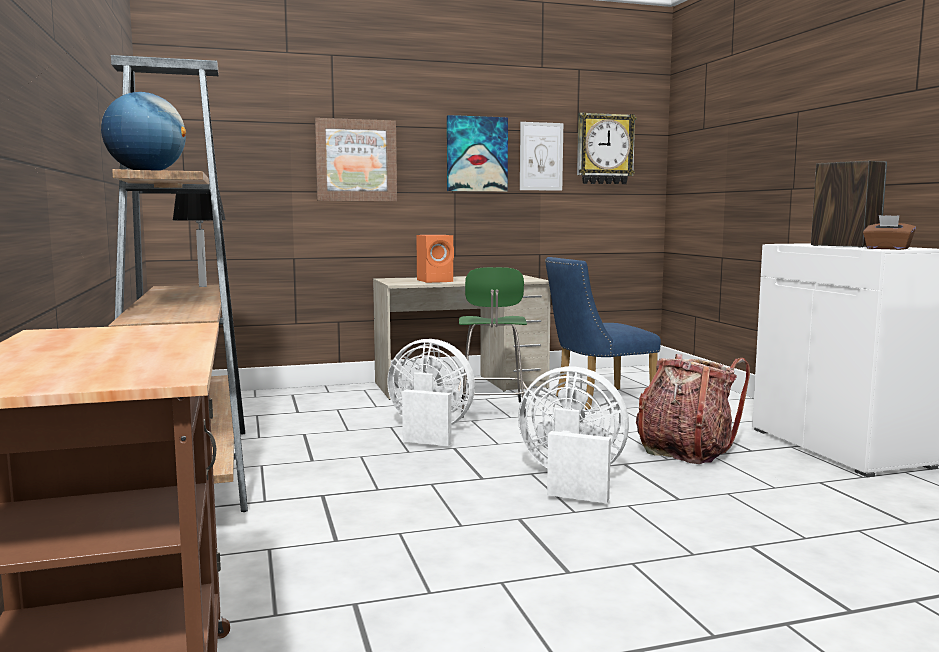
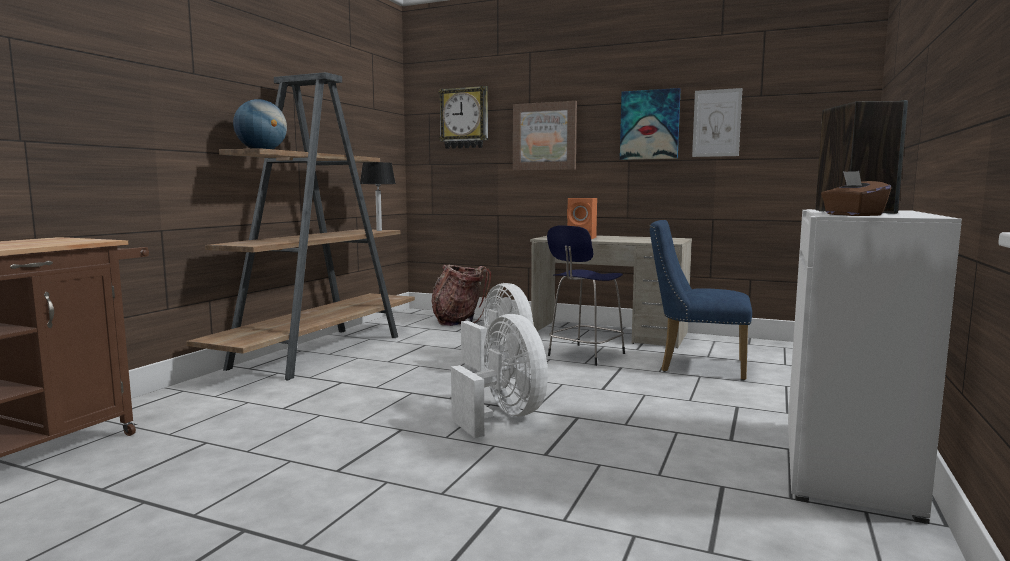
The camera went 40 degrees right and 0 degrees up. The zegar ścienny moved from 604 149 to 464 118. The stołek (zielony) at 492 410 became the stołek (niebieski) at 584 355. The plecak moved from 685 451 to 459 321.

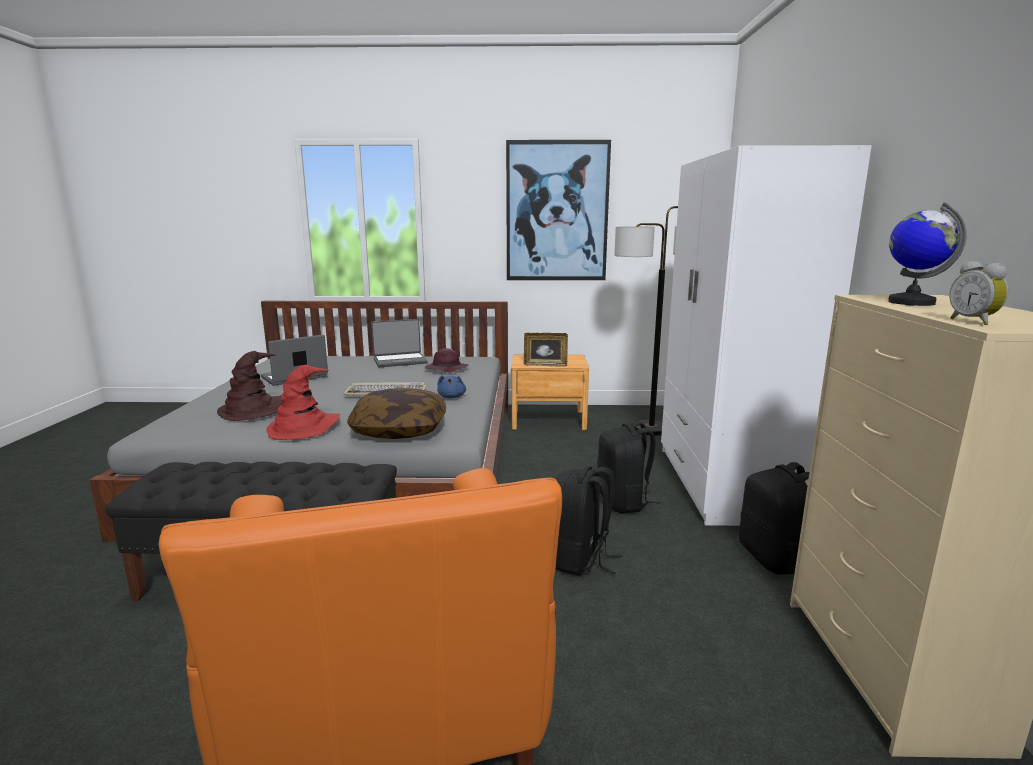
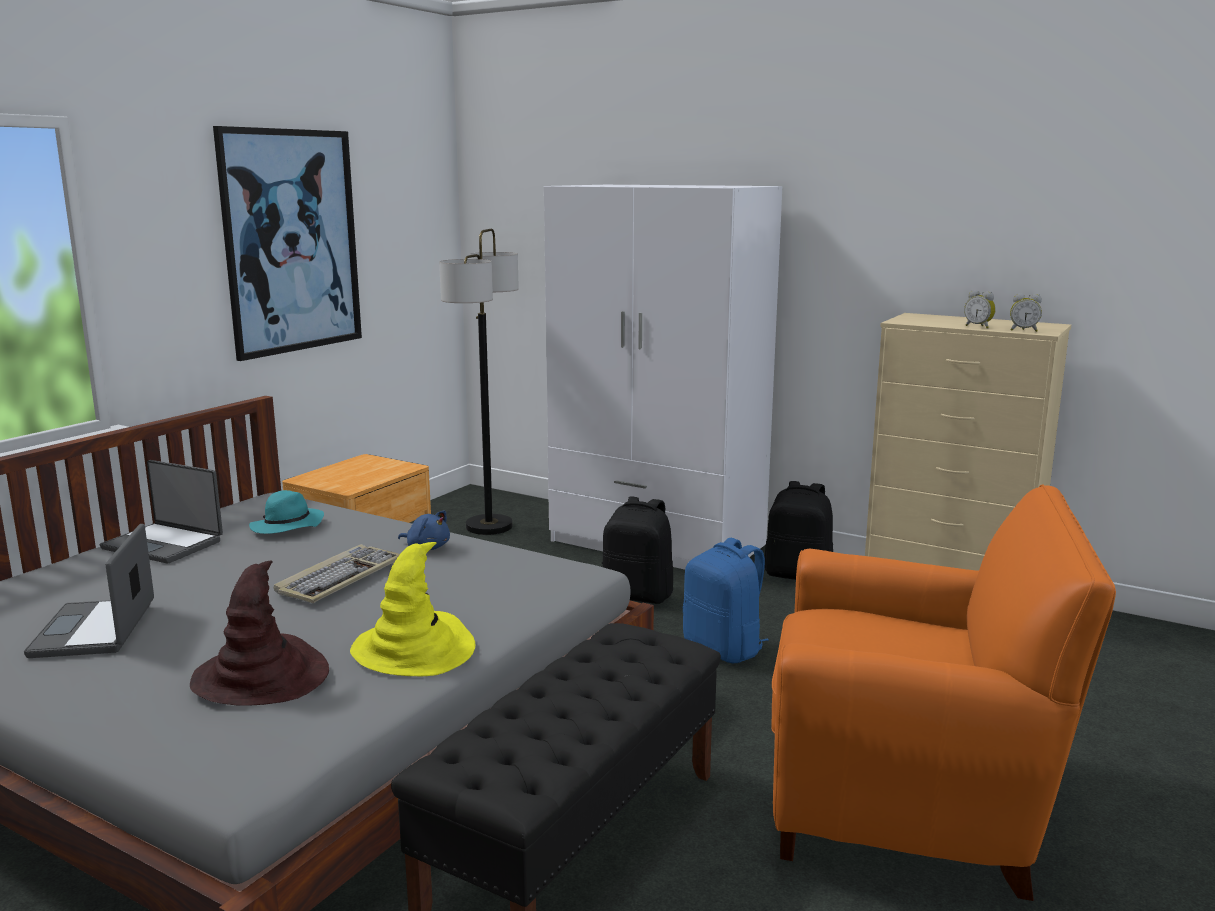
The camera went 60 degrees left and 0 degrees up. The globus at 911 302 disappeared. The laptop at 400 361 turned 105 degrees clockwise. The ramka na zdjęcie at 545 365 disappeared. The kapelusz (fioletowy) at 445 369 became the kapelusz (turkusowy) at 287 527. The kapelusz (czerwony) at 303 427 became the kapelusz (żółty) at 415 649. The poduszka at 399 429 disappeared. The plecak (czarny) at 579 559 became the plecak (niebieski) at 724 649. The budzik at 979 327 appeared.

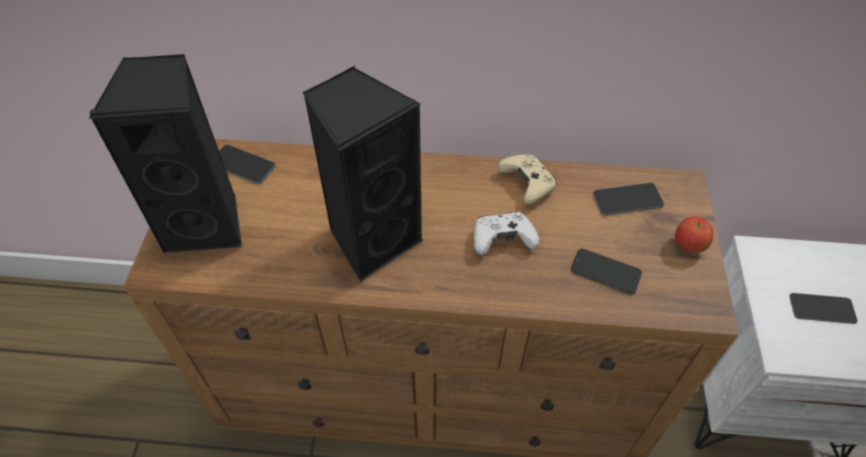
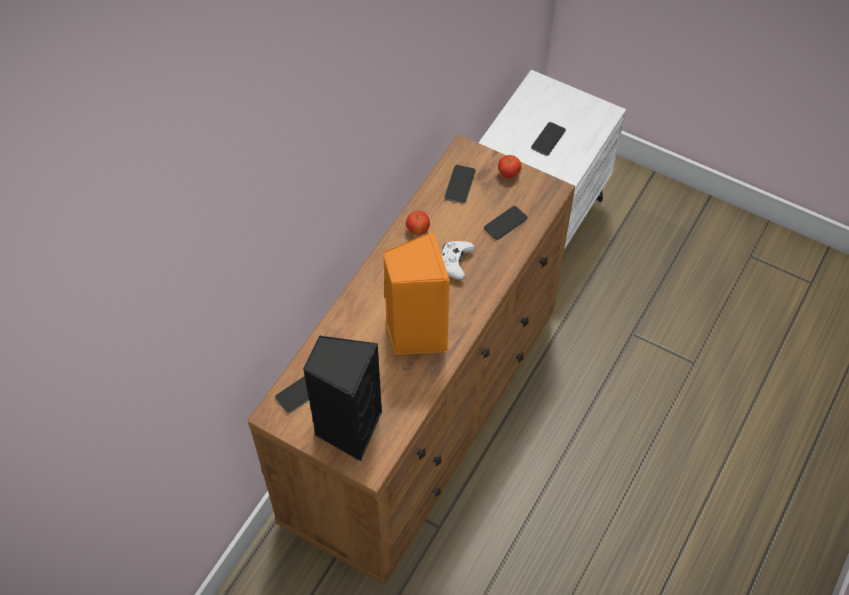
The camera went 65 degrees left and 5 degrees up. The głośnik (czarny) at 372 239 became the głośnik (pomarańczowy) at 416 334. The pad do gier (beżowy) at 527 184 was replaced by the jabłko at 417 230.

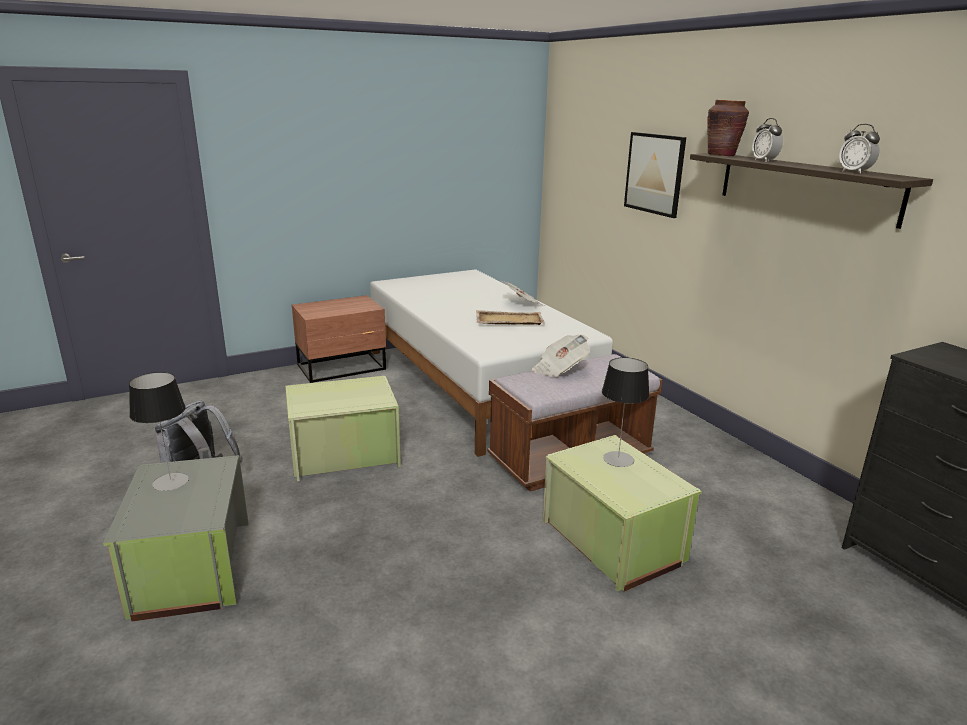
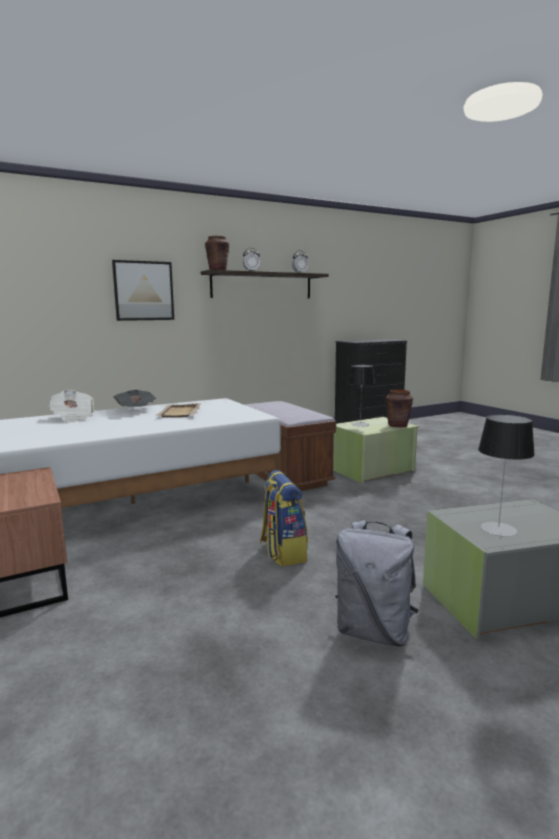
The camera went 90 degrees left and 10 degrees down. The gazeta moved from 559 369 to 73 418. The pojemnik do przechowywania (zielony) at 344 455 was replaced by the plecak at 282 552. The wazon (brązowy) at 398 426 appeared.

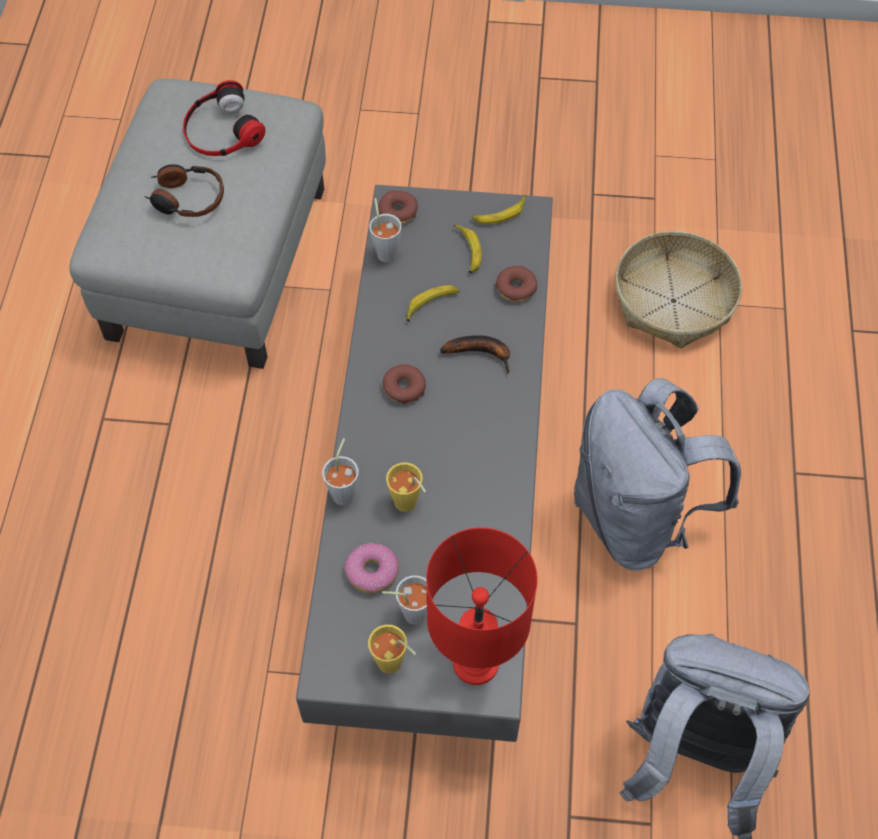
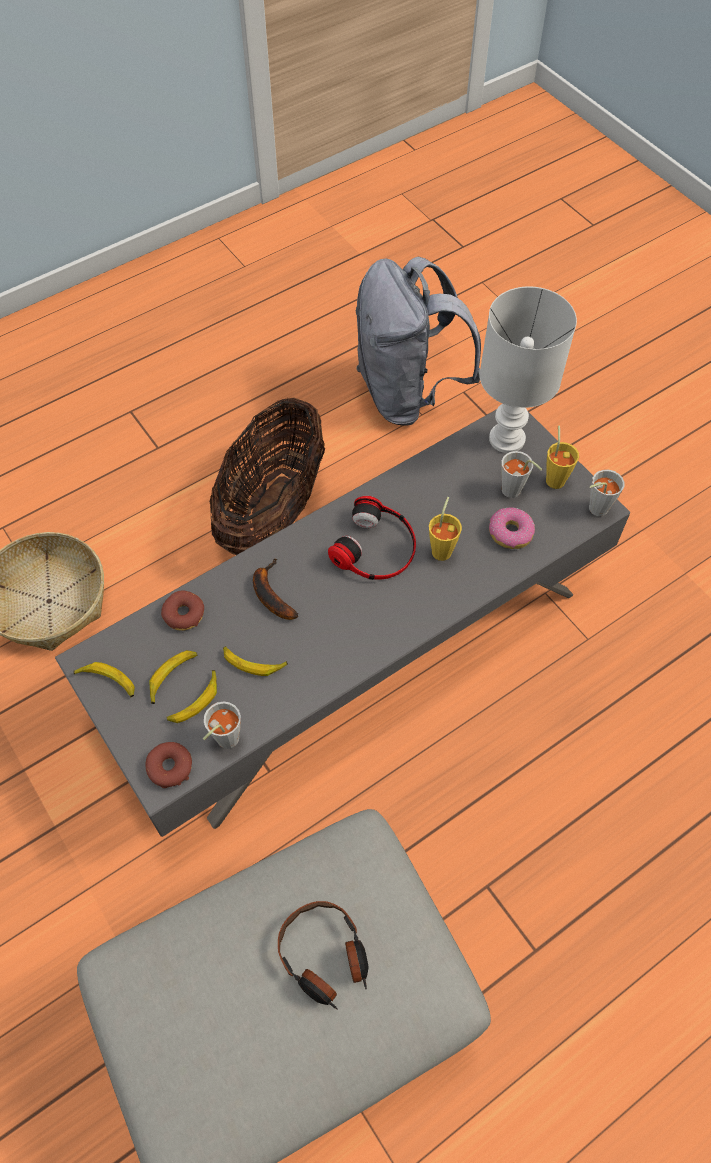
The camera went 130 degrees left and 0 degrees up. The słuchawki moved from 221 130 to 376 547. The donut at 404 388 disappeared. The plecak (szary) at 636 518 was replaced by the koszyk at 273 510. The filiżanka (szary) moved from 345 491 to 594 509. The lampa stołowa (czerwony) at 477 662 became the lampa stołowa (biały) at 505 438. The banan at 195 701 appeared.

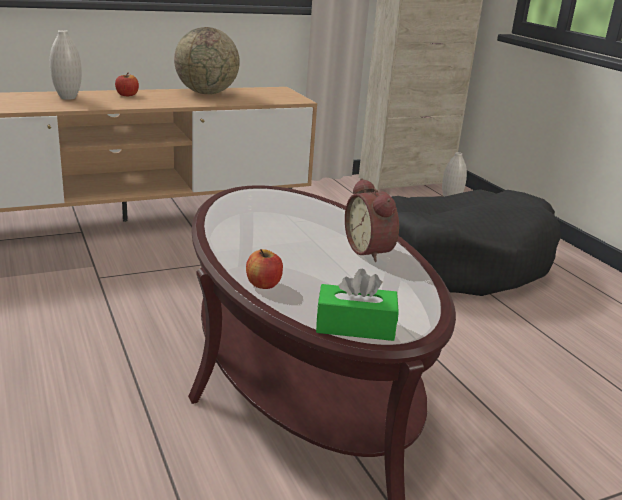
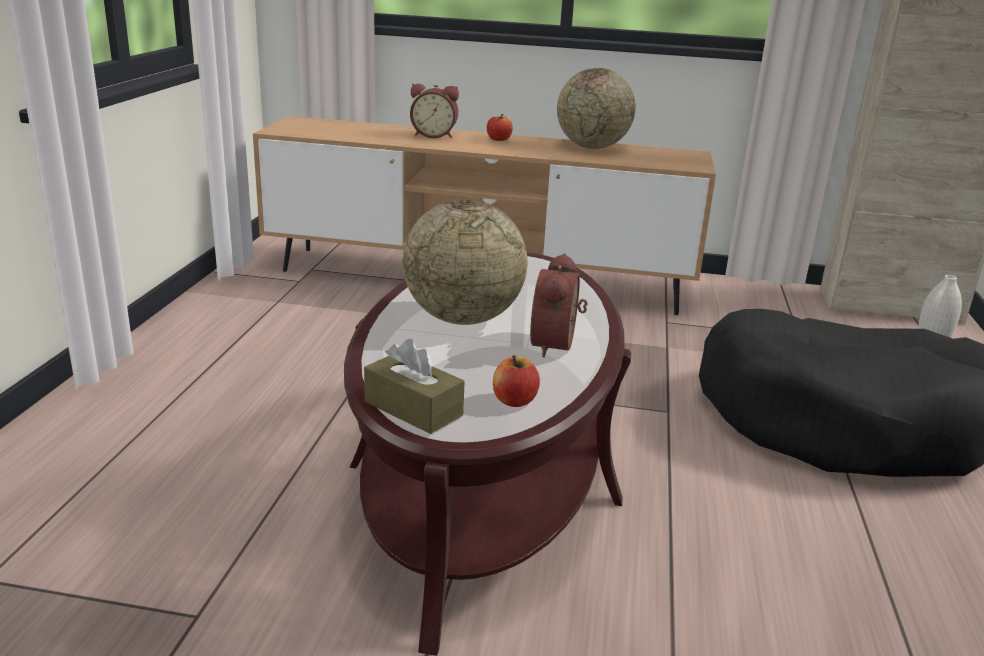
The camera went 35 degrees right and 0 degrees up. The wazon (biały) at 68 98 was replaced by the budzik at 434 135. The jabłko moved from 263 284 to 515 400. The pudełko chusteczek (zielony) at 355 326 became the pudełko chusteczek (brązowy) at 413 408. The globus at 462 318 appeared.

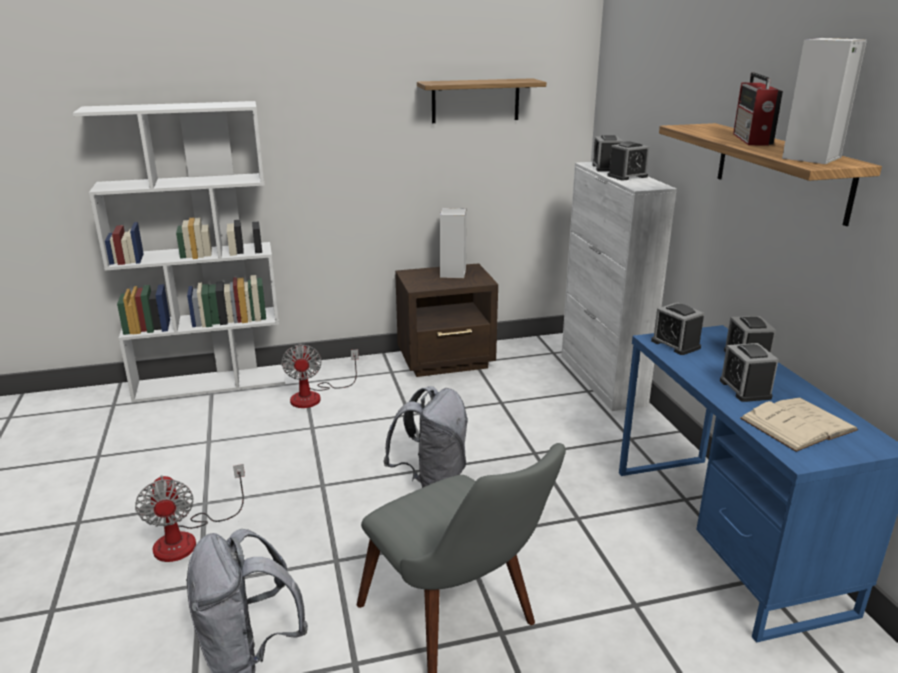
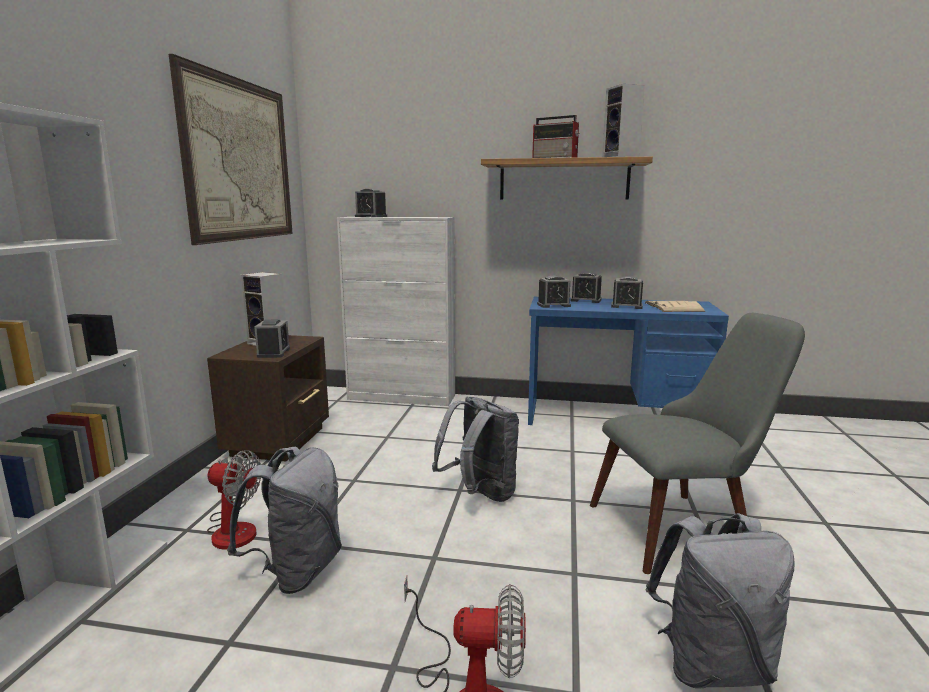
The camera went 65 degrees left and 10 degrees down. The półka at 475 100 was replaced by the obraz at 240 160. The budzik moved from 627 176 to 273 353. The plecak (szary) at 297 571 appeared.

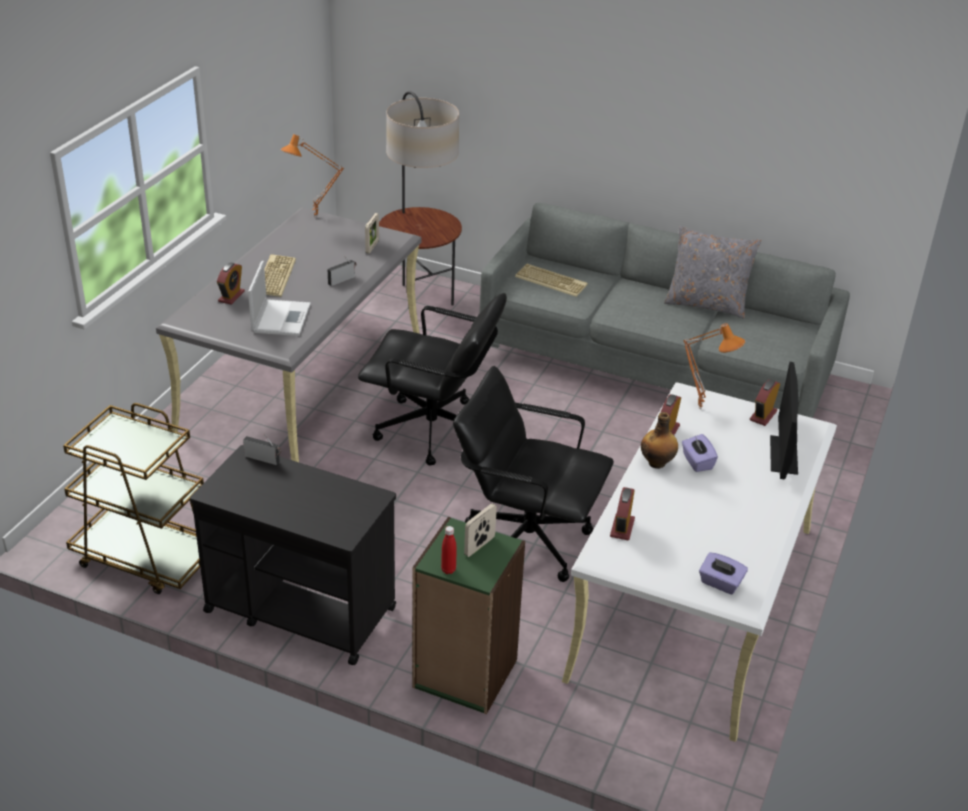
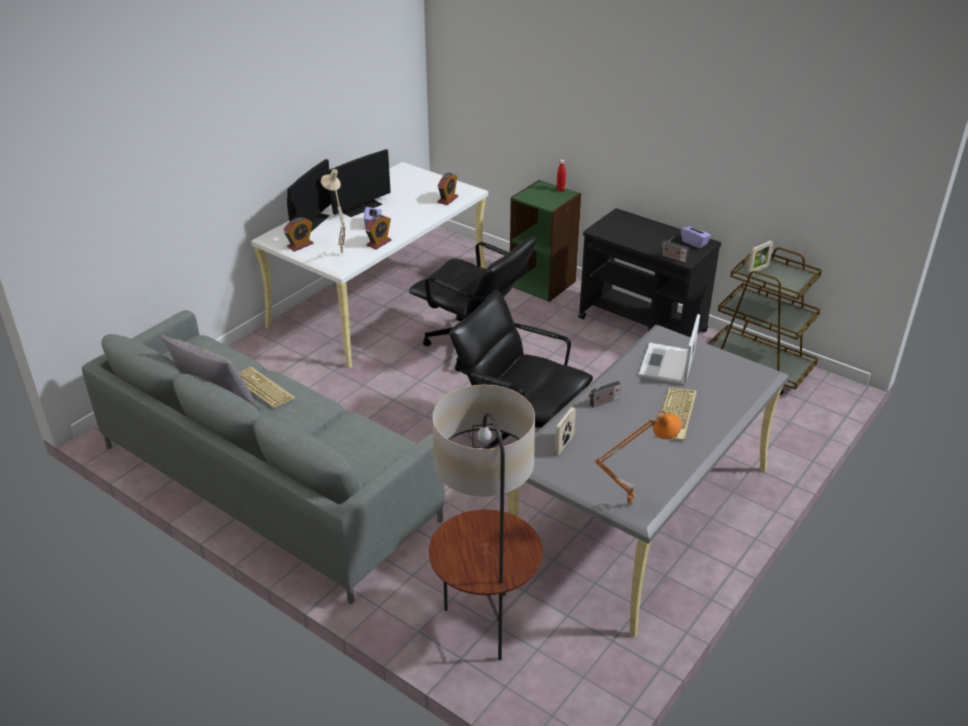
The camera went 165 degrees left and 0 degrees up. The budzik at 231 296 disappeared. The klawiatura moved from 552 281 to 261 388. The lampa stołowa (pomarańczowy) at 701 408 became the lampa stołowa (beżowy) at 340 254. The butelka at 657 463 disappeared. The ramka na zdjęcie moved from 479 546 to 757 270. The pudełko chusteczek (fioletowy) moved from 720 583 to 694 243. The monitor at 361 207 appeared.

